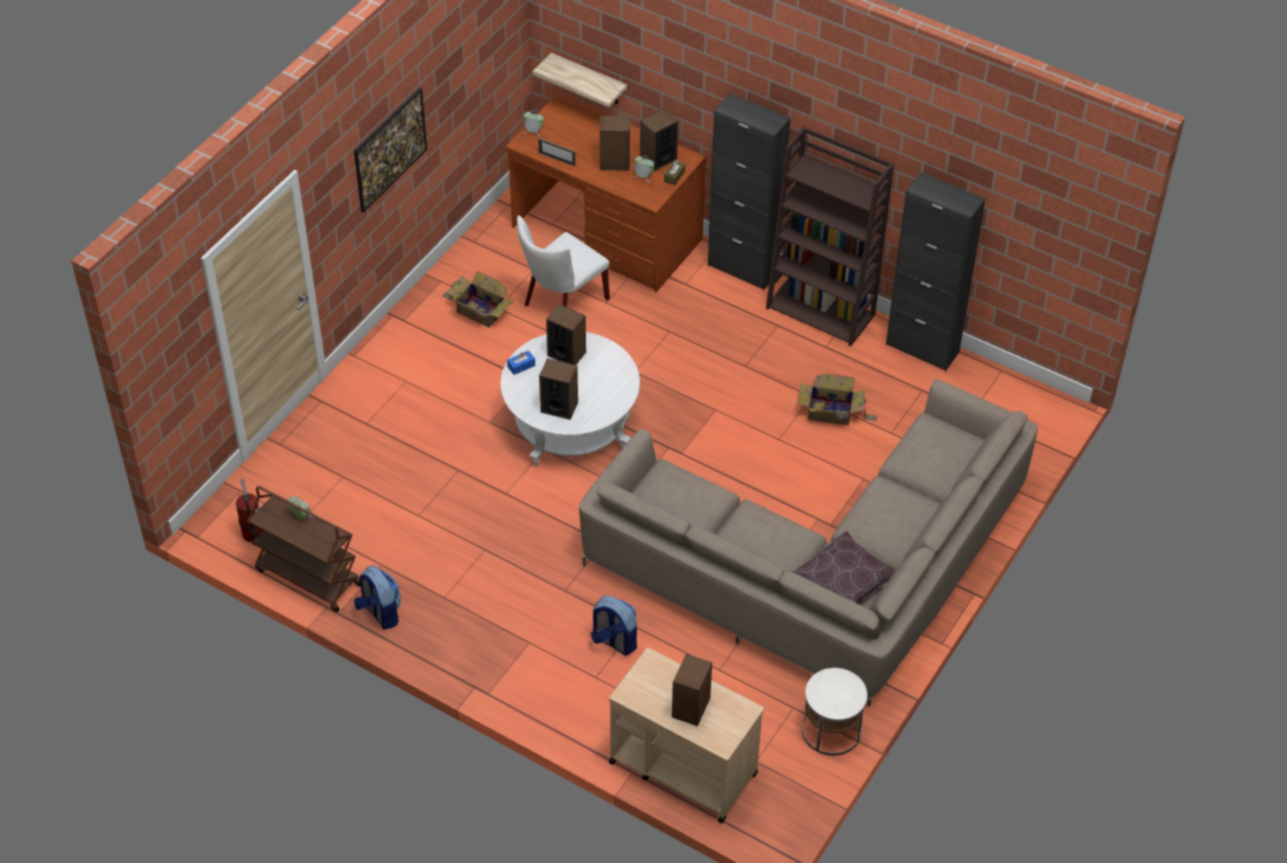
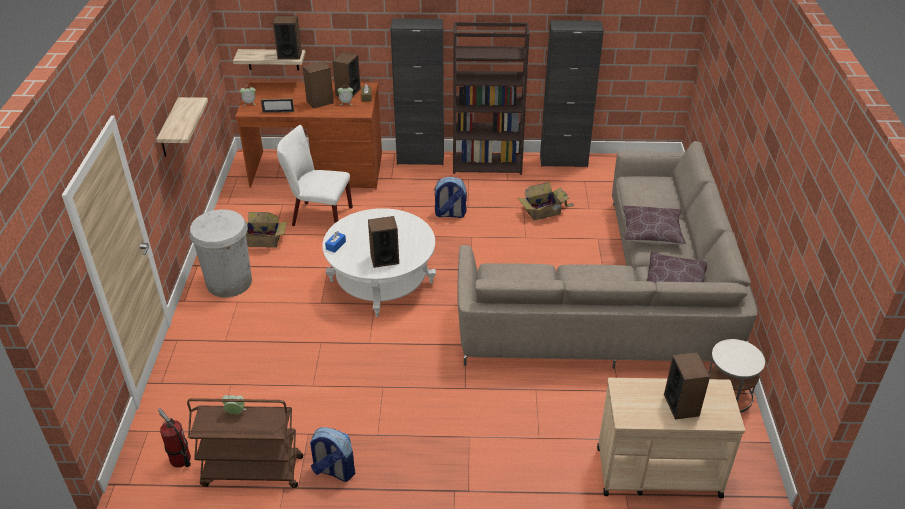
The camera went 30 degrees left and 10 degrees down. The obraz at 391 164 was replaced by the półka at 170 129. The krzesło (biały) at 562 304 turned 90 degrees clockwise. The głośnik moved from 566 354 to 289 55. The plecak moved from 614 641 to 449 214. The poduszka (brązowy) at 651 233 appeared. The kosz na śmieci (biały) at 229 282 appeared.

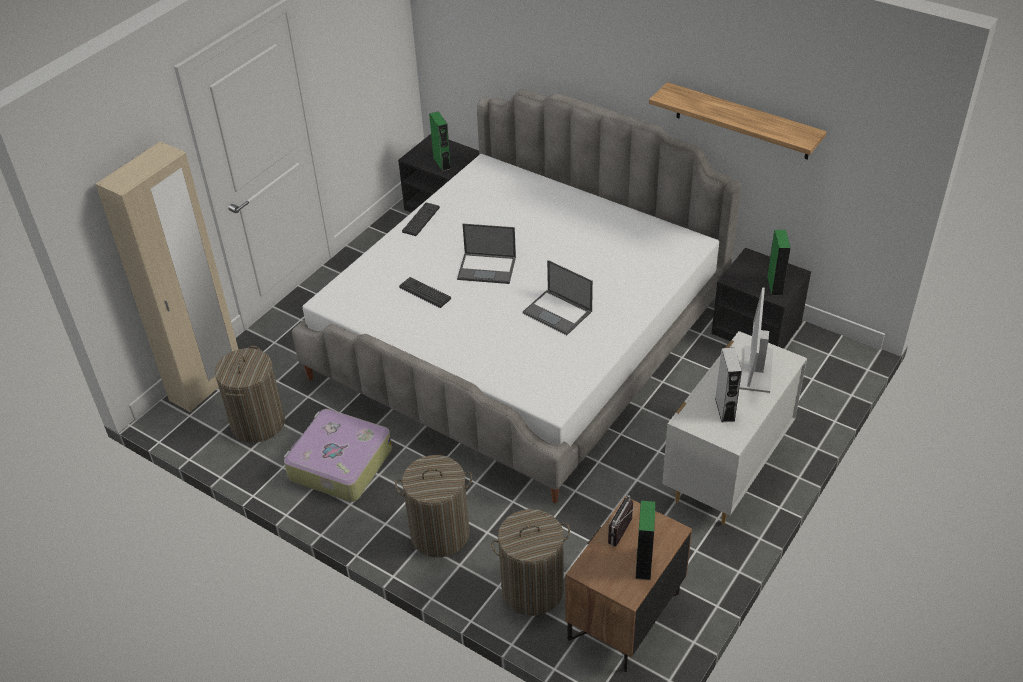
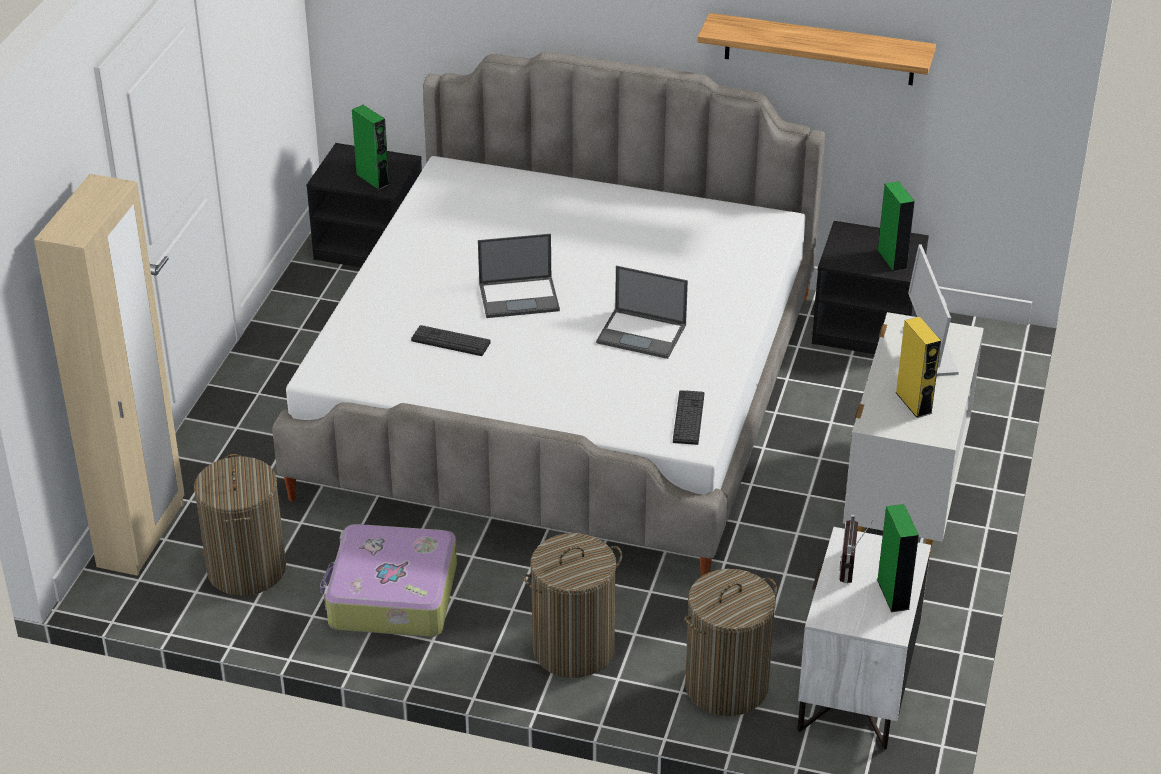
The camera went 20 degrees left and 5 degrees down. The klawiatura moved from 421 219 to 688 418. The głośnik (szary) at 724 409 became the głośnik (żółty) at 913 403. The szafka nocna (brązowy) at 625 617 became the szafka nocna (biały) at 856 690.

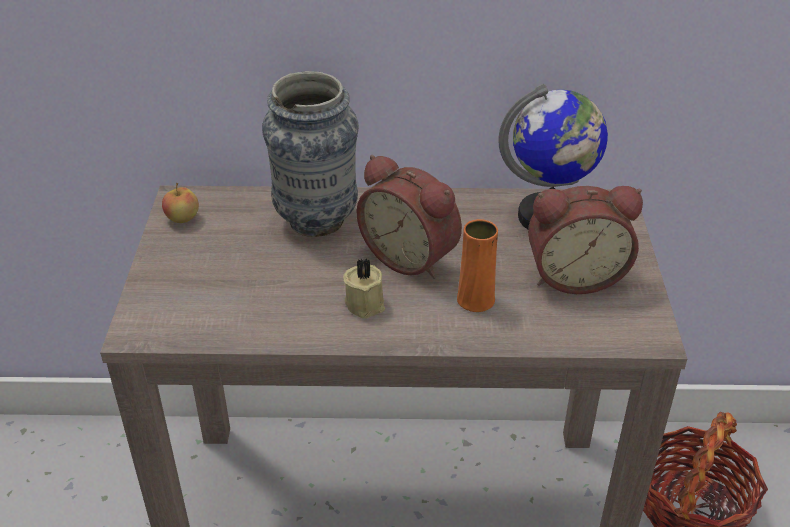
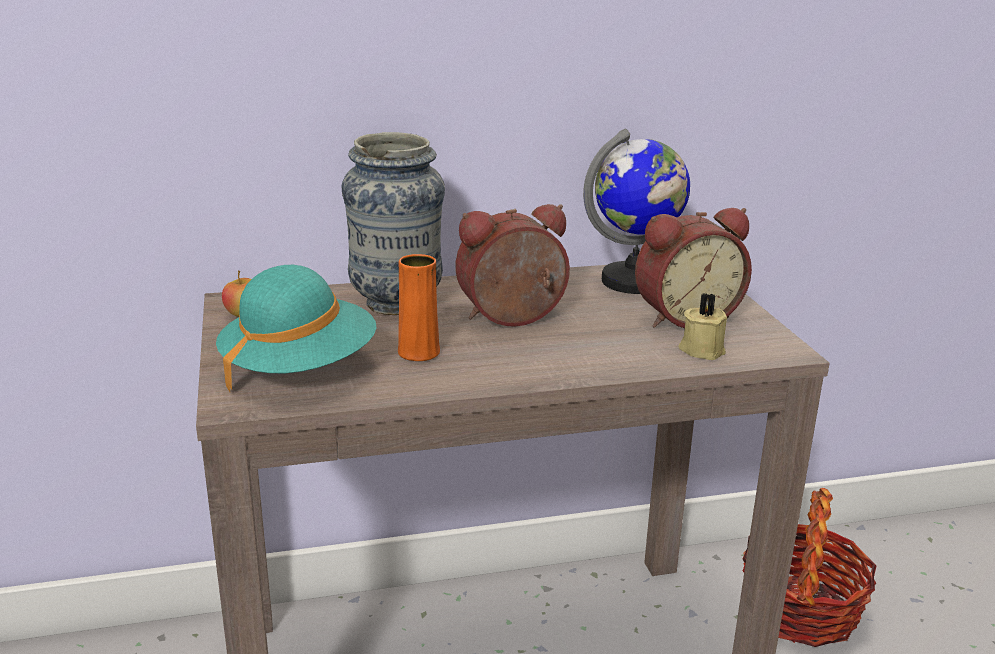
The camera went 15 degrees left and 15 degrees down. The budzik at 412 256 turned 135 degrees clockwise. The wazon (pomarańczowy) moved from 475 300 to 419 352. The świeca (beżowy) moved from 366 303 to 702 349. The kapelusz (turkusowy) at 299 368 appeared.

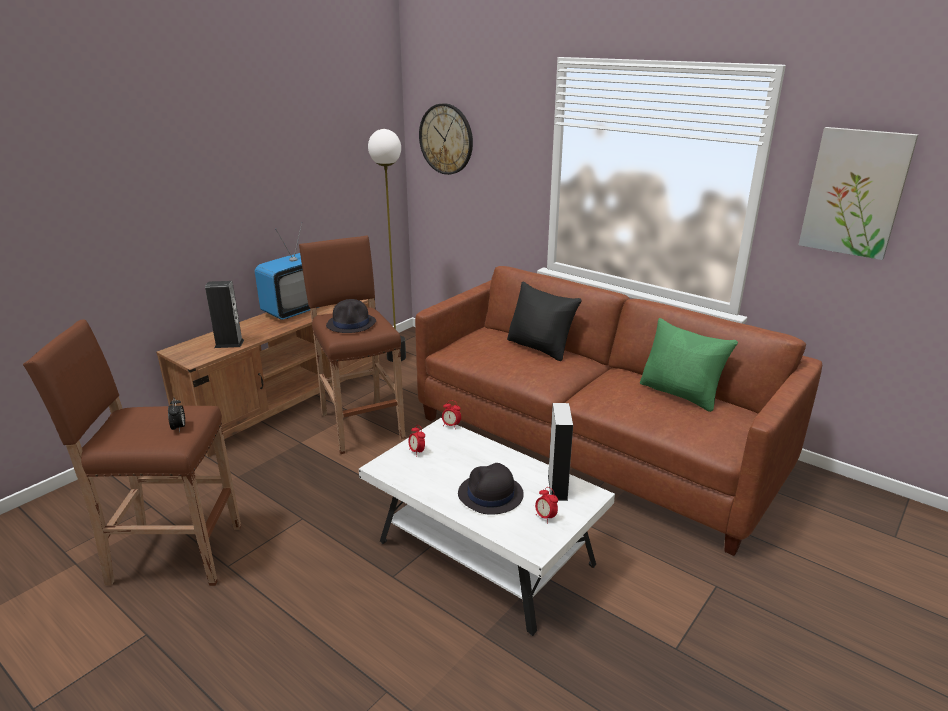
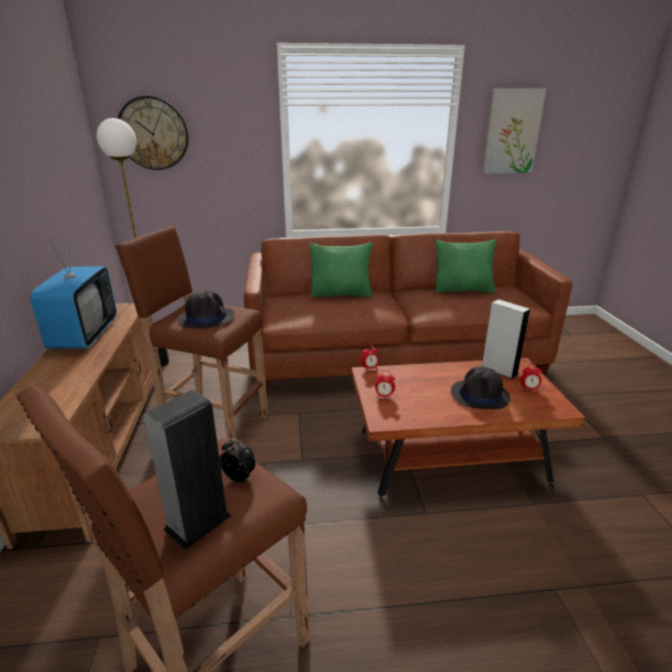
The camera went 45 degrees left and 0 degrees up. The głośnik moved from 229 343 to 198 522. The poduszka (czarny) at 540 348 became the poduszka (zielony) at 341 294. The ława (biały) at 484 555 became the ława (brązowy) at 450 456.

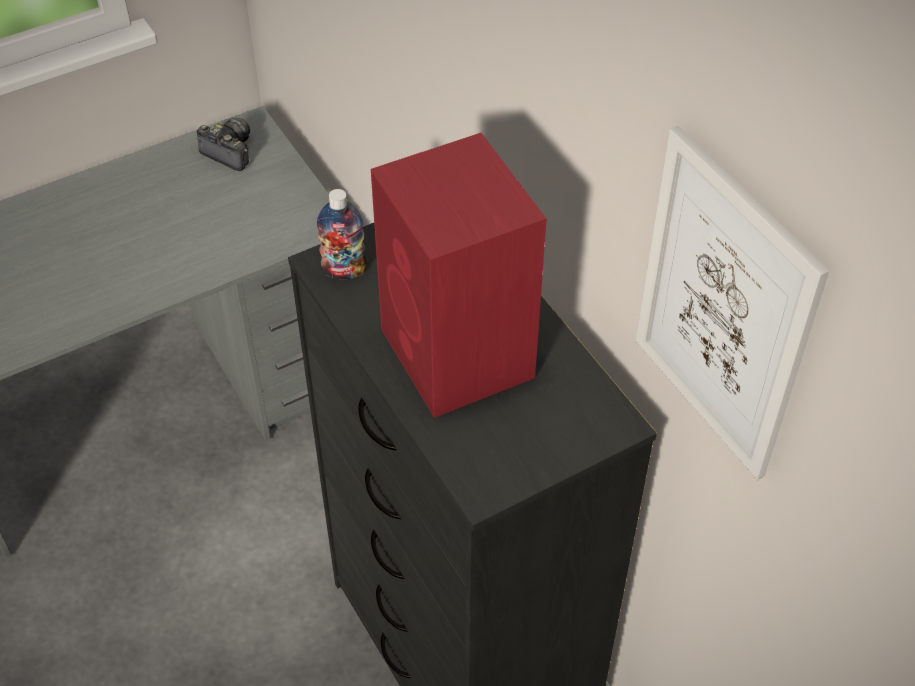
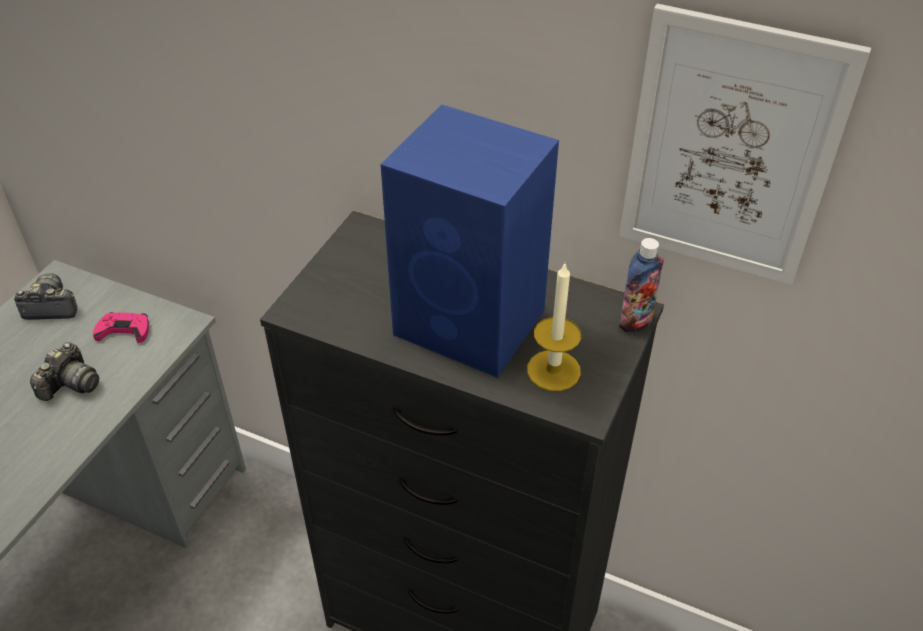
The camera went 35 degrees left and 5 degrees down. The głośnik (czerwony) at 458 356 became the głośnik (niebieski) at 473 324. The butelka moved from 344 270 to 635 322. The świeca at 553 370 appeared. The pad do gier (różowy) at 124 330 appeared. The aparat fotograficzny at 70 384 appeared.

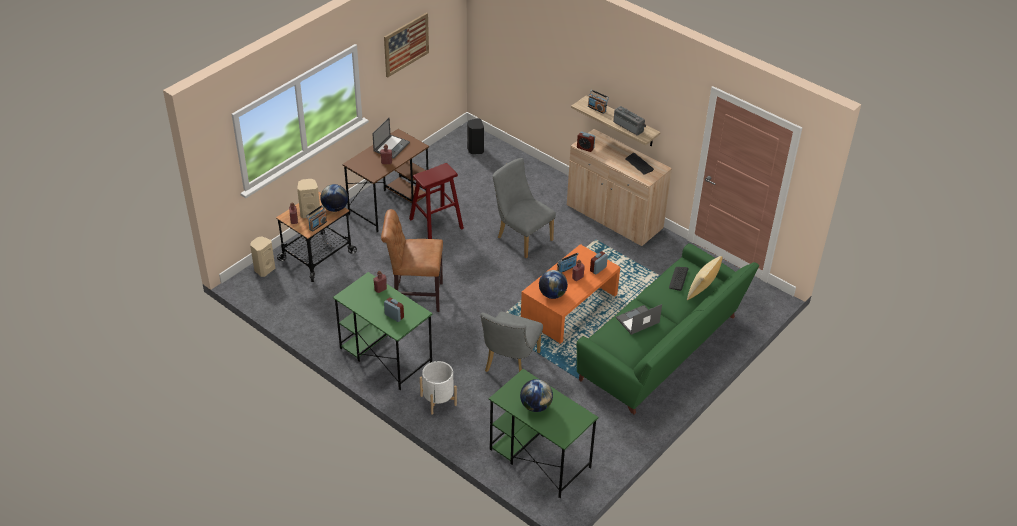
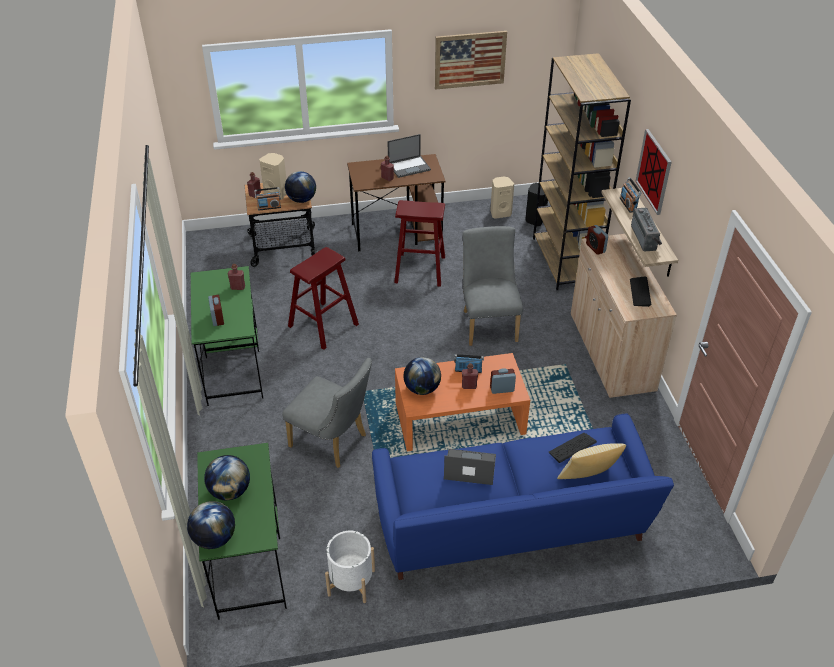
The camera went 40 degrees right and 0 degrees up. The krzesło (brązowy) at 414 296 was replaced by the stołek (czerwony) at 323 325. The głośnik (beżowy) moved from 264 269 to 500 213. The kanapa (zielony) at 663 350 became the kanapa (niebieski) at 512 526. The krzesło (szary) at 510 364 turned 120 degrees counterclockwise. The donica (biały) moved from 438 400 to 351 582. The regał (brązowy) at 565 261 appeared. The obraz at 654 171 appeared. The globus at 214 538 appeared.

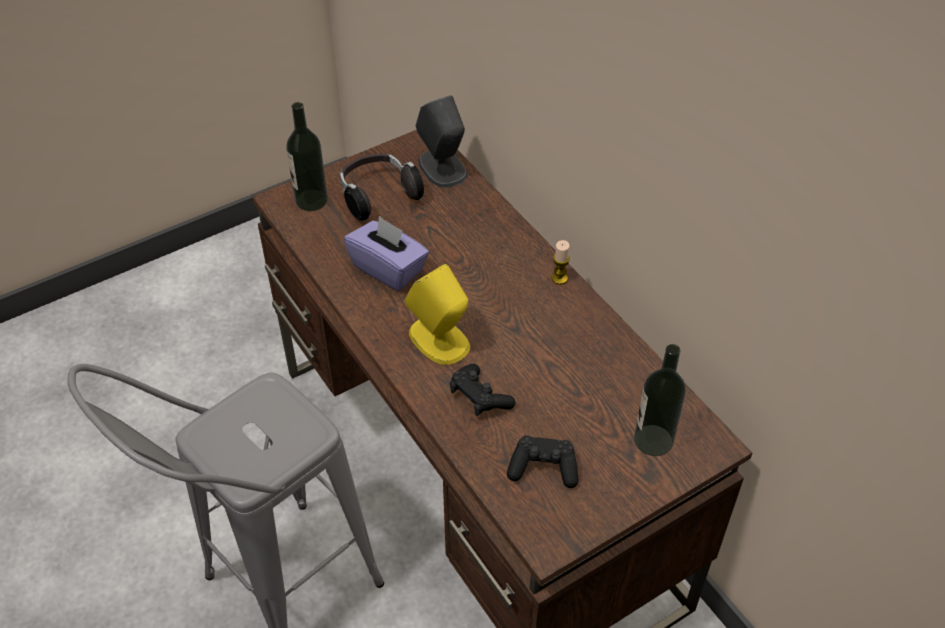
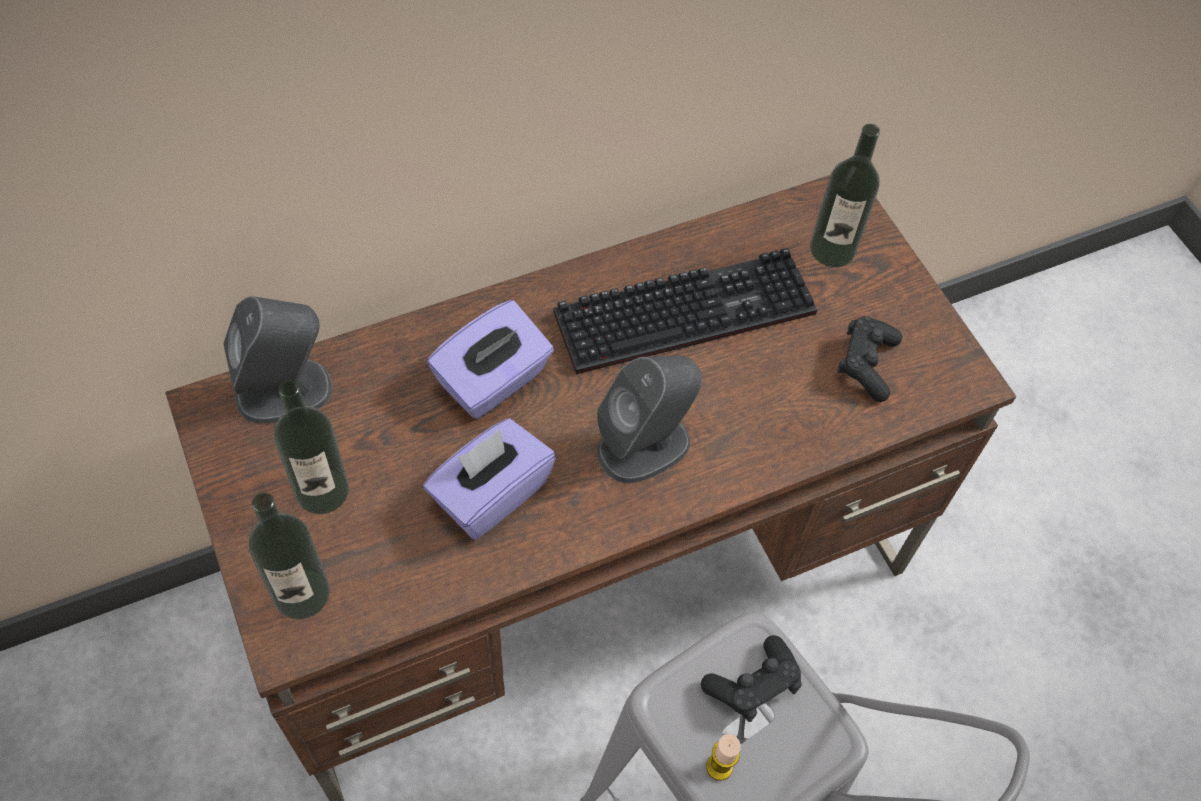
The camera went 85 degrees left and 10 degrees up. The słuchawki at 378 196 was replaced by the butelka at 322 491. The świeca moved from 559 278 to 719 767. The głośnik (żółty) at 440 340 became the głośnik (szary) at 644 446. The pad do gier (czarny) moved from 479 398 to 753 685. The klawiatura at 687 308 appeared. The pudełko chusteczek (fioletowy) at 493 381 appeared.

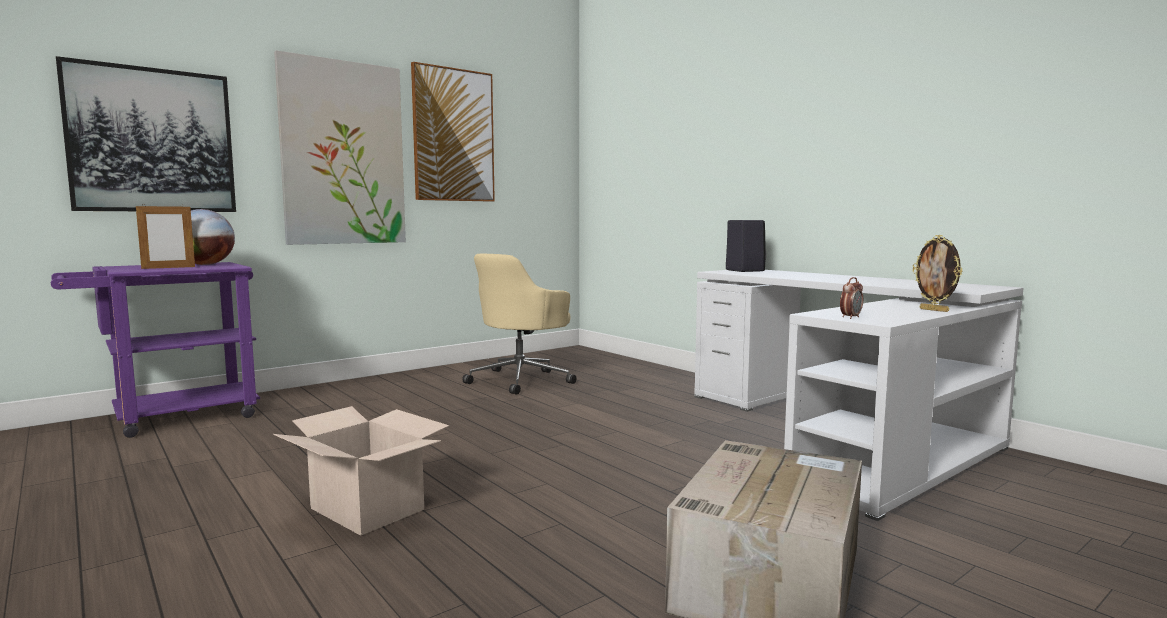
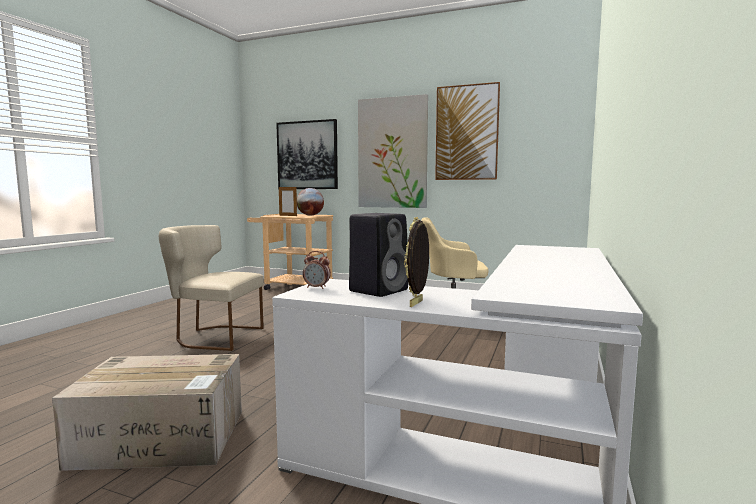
The camera went 60 degrees right and 0 degrees up. The głośnik (czarny) moved from 743 270 to 379 290. The wózek (fioletowy) at 171 418 became the wózek (beżowy) at 293 287. The karton at 366 509 was replaced by the krzesło (beżowy) at 214 337.

